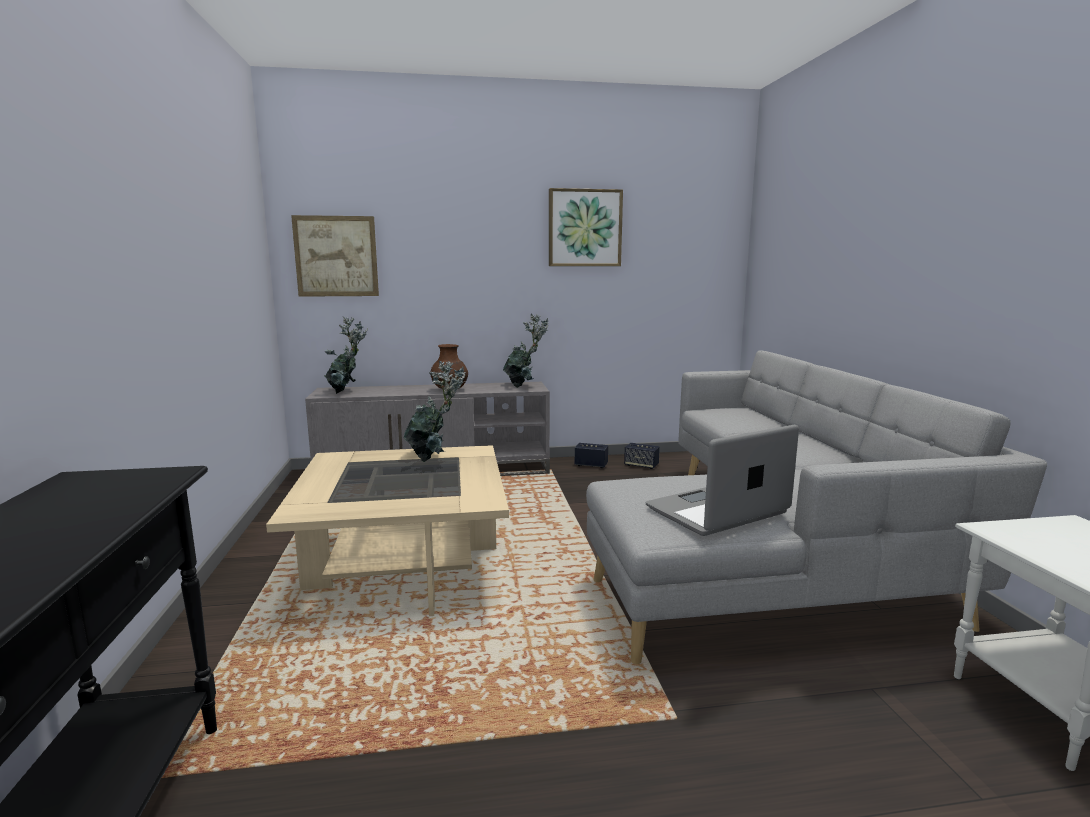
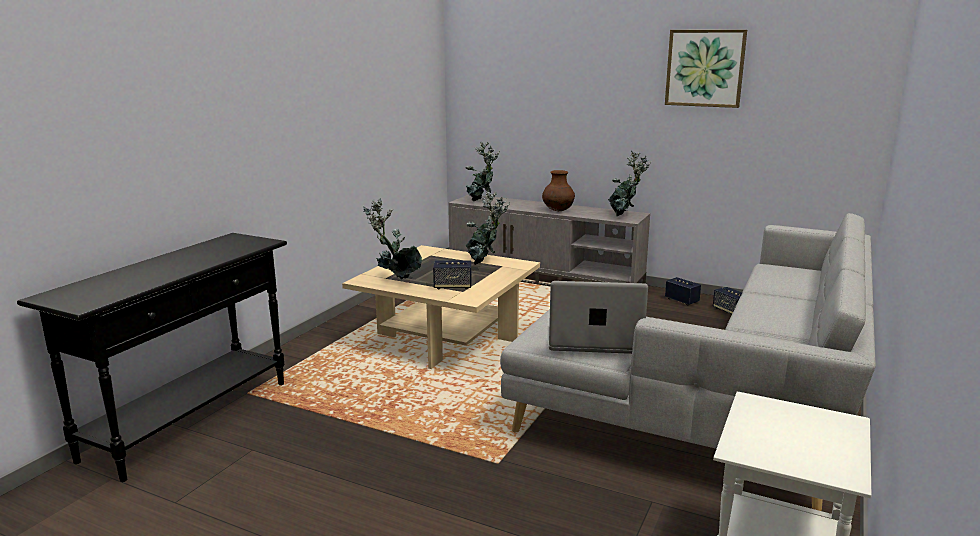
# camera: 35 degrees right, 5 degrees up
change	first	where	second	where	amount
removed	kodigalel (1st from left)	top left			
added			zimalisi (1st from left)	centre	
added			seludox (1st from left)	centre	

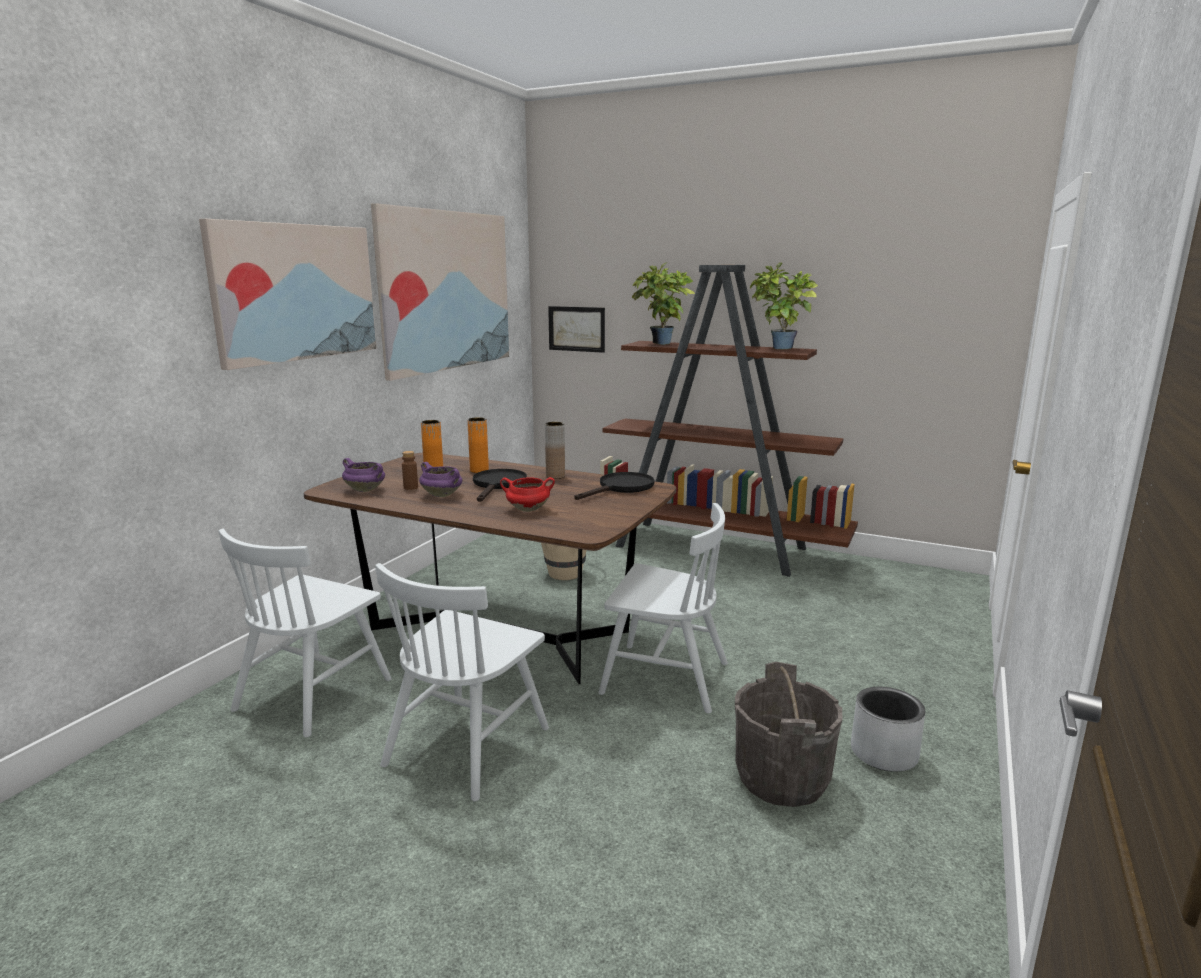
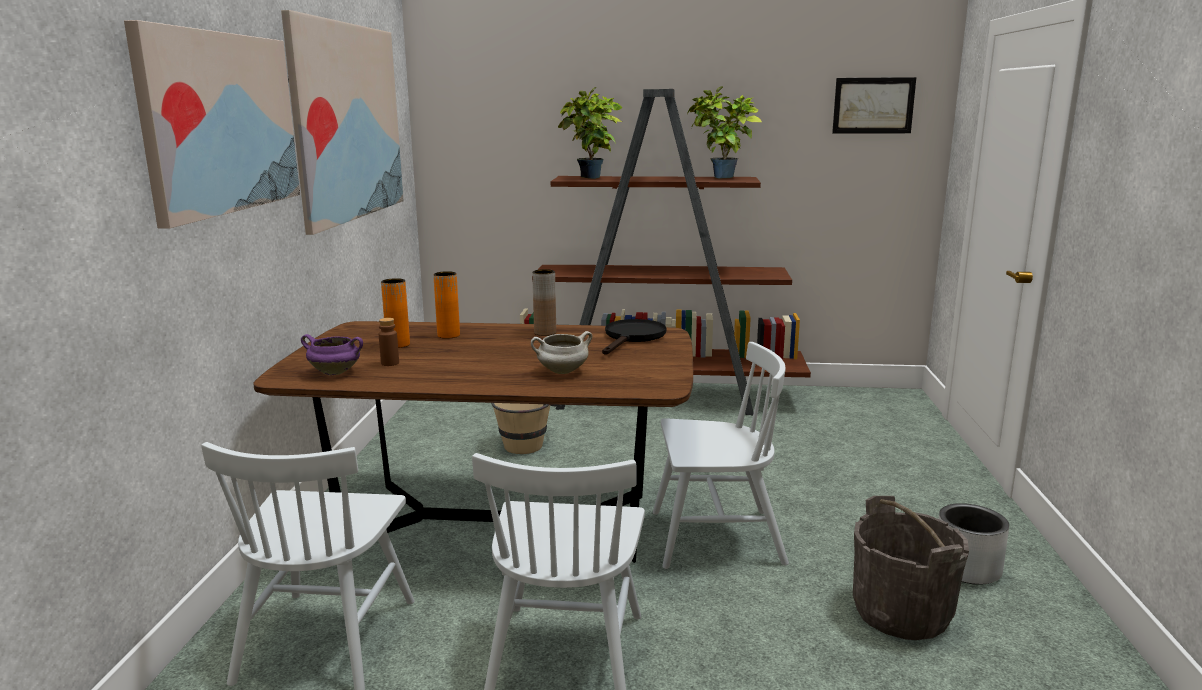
# camera: 20 degrees left, 0 degrees up
change	first	where	second	where	amount
removed	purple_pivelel (2nd from left)	centre			
removed	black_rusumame (1st from left)	centre			
moved	kodigalel (3rd from left)	centre		top right	
recoloured	red_pivelel	centre	white_pivelel	centre	

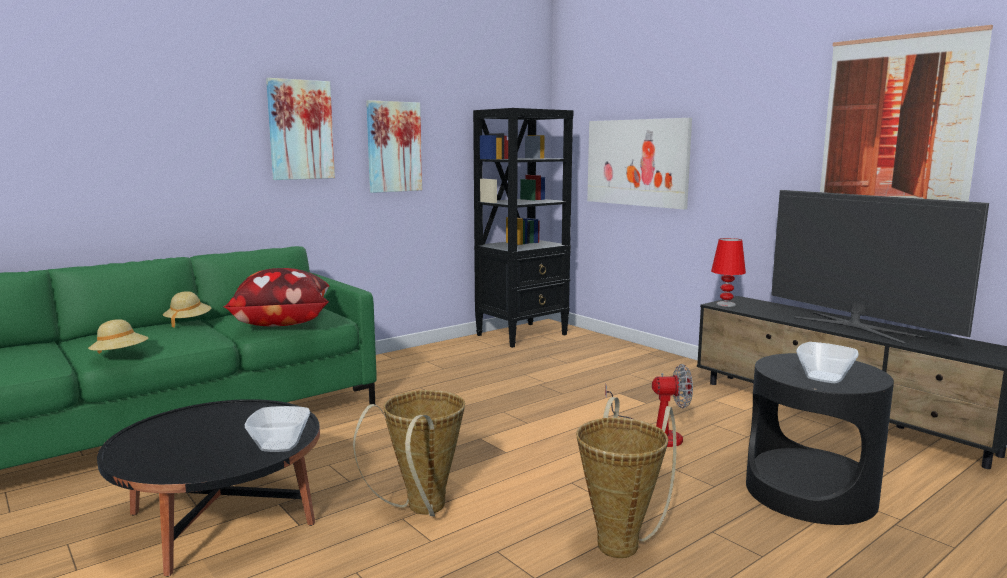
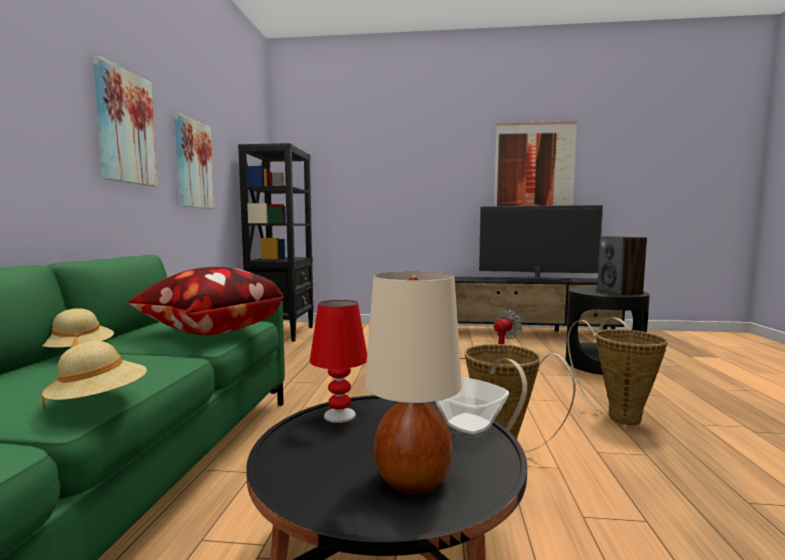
# camera: 45 degrees left, 5 degrees down
change	first	where	second	where	amount
removed	kodigalel (3rd from left)	top centre			
added			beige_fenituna	bottom centre	
moved	red_fenituna	middle right		centre	
replaced	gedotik (2nd from left)	middle right	seludox	middle right	

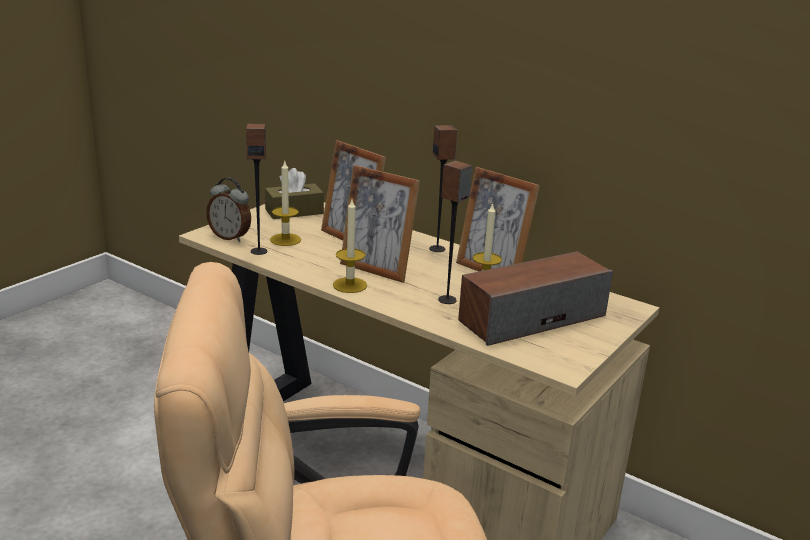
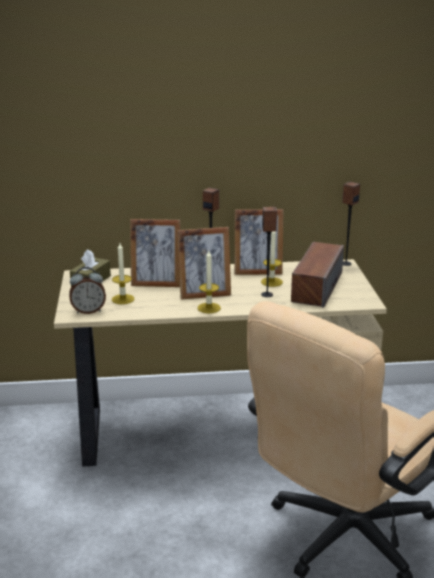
# camera: 40 degrees left, 0 degrees up
change	first	where	second	where	amount
moved	seludox (1st from left in the first image)	middle left	seludox (4th from left)	middle right	

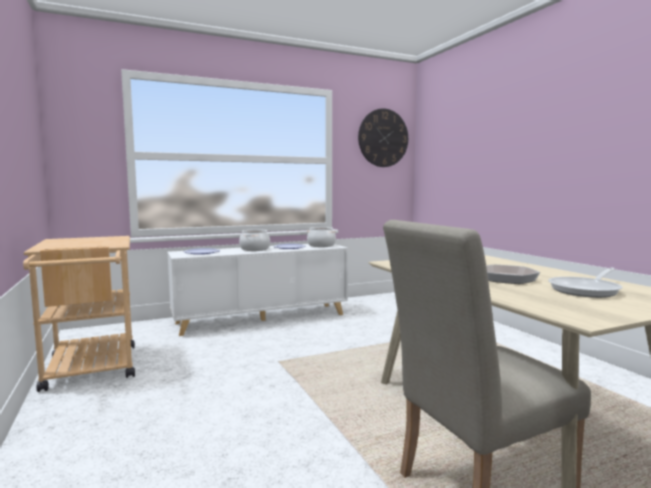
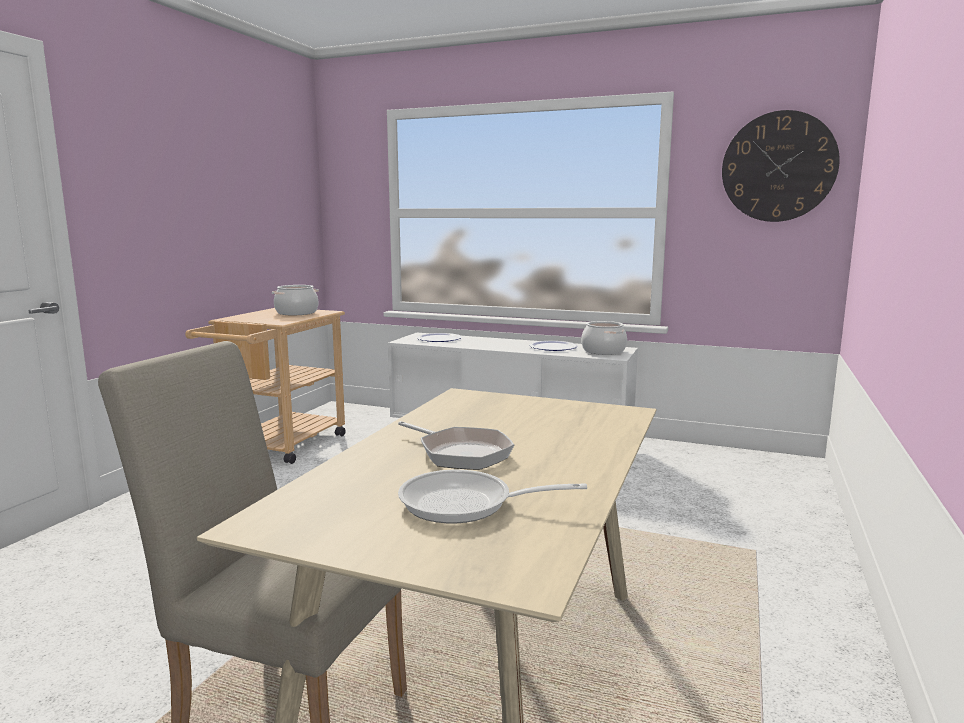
# camera: 45 degrees right, 5 degrees up
change	first	where	second	where	amount
moved	pivelel (1st from left)	centre		middle left	

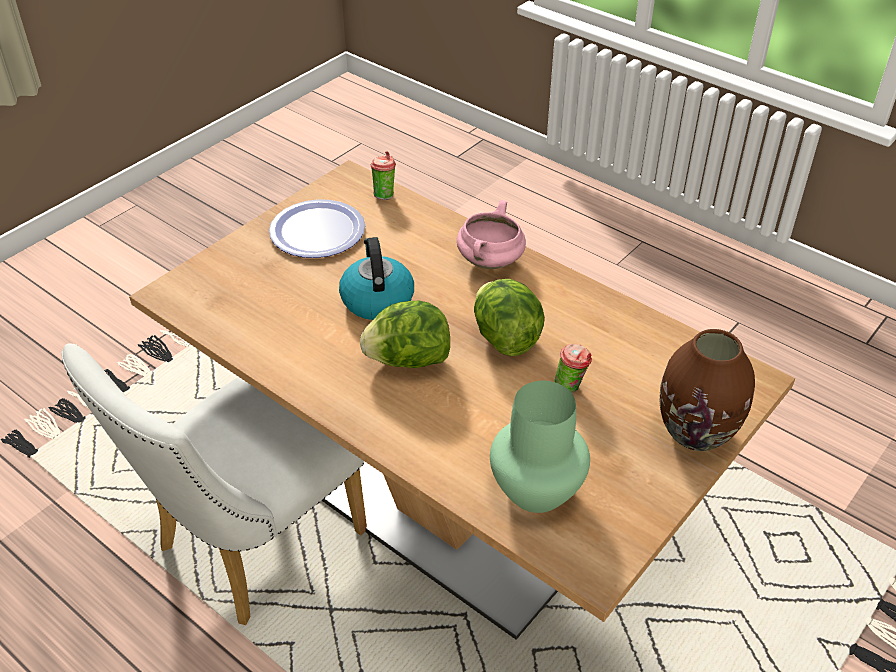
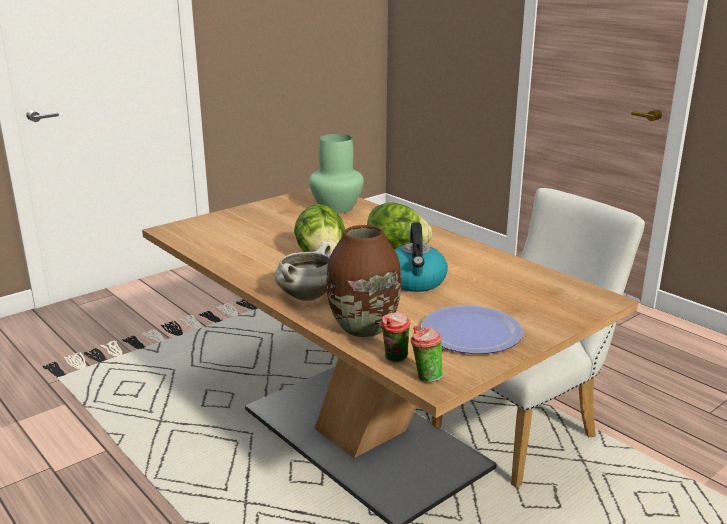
# camera: 170 degrees left, 20 degrees down
change	first	where	second	where	amount
moved	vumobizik (2nd from left)	centre		bottom centre	
moved	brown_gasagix	middle right		centre	
recoloured	pink_pivelel	centre	white_pivelel	centre	

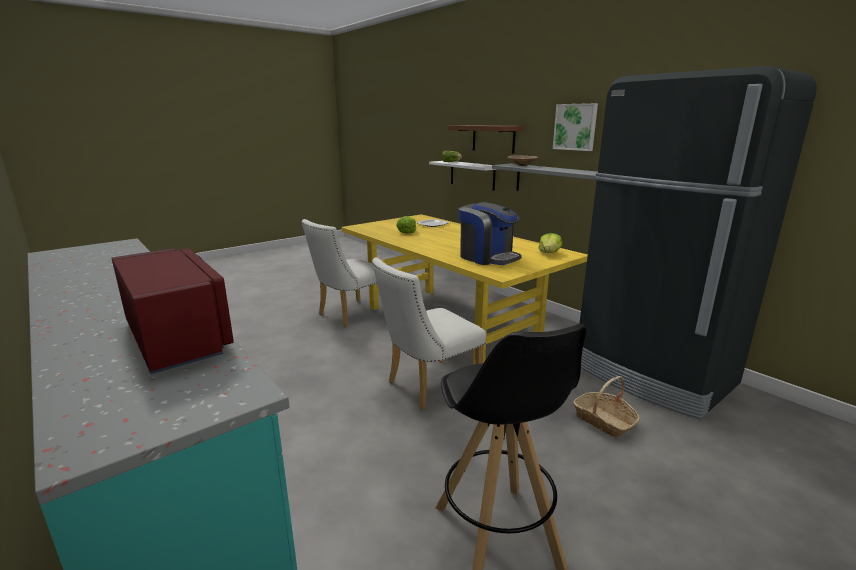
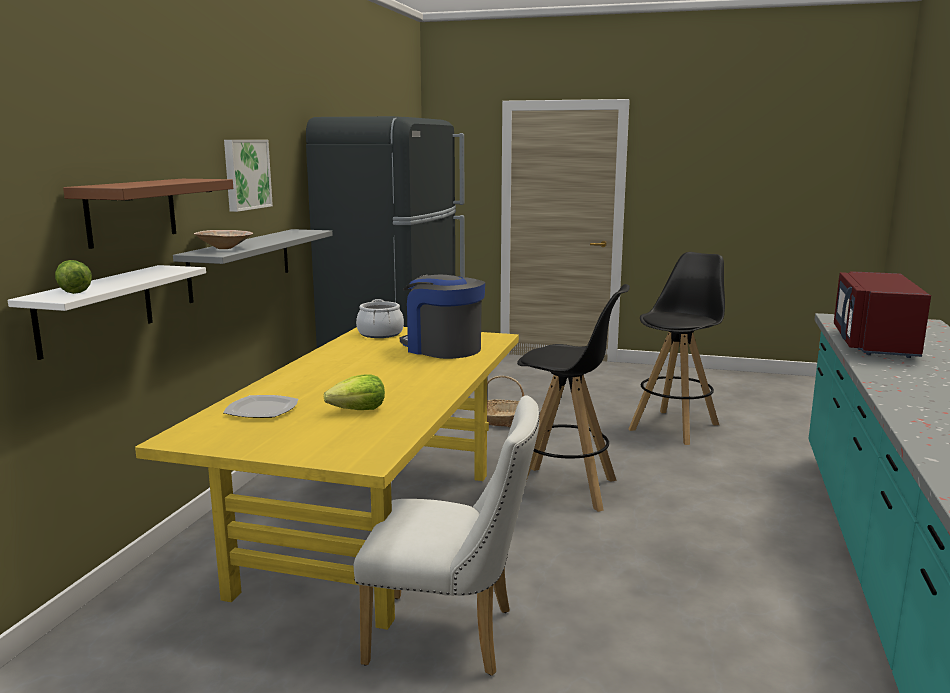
# camera: 125 degrees left, 5 degrees down
change	first	where	second	where	amount
replaced	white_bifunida (2nd from left)	centre	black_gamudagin (1st from left)	centre	
replaced	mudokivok (3rd from left)	centre	pivelel	centre	
turned	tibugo	centre		centre	60 degrees counterclockwise

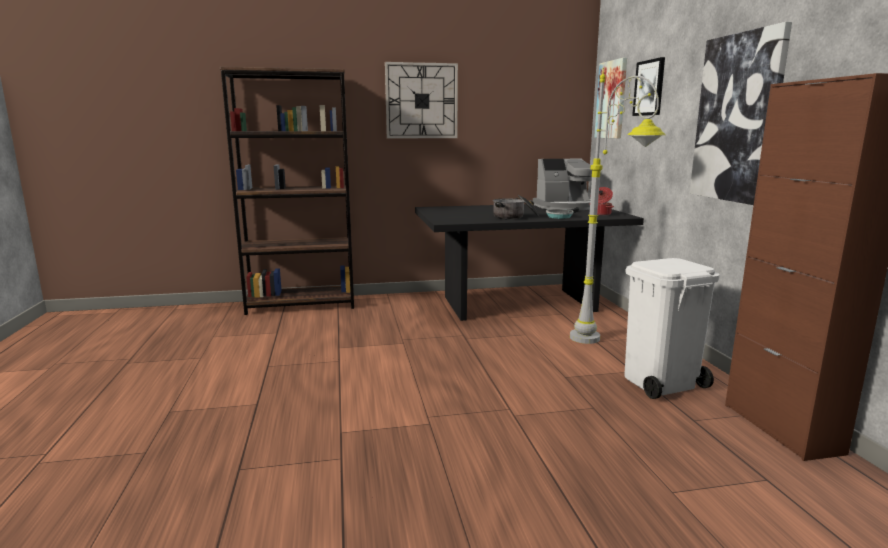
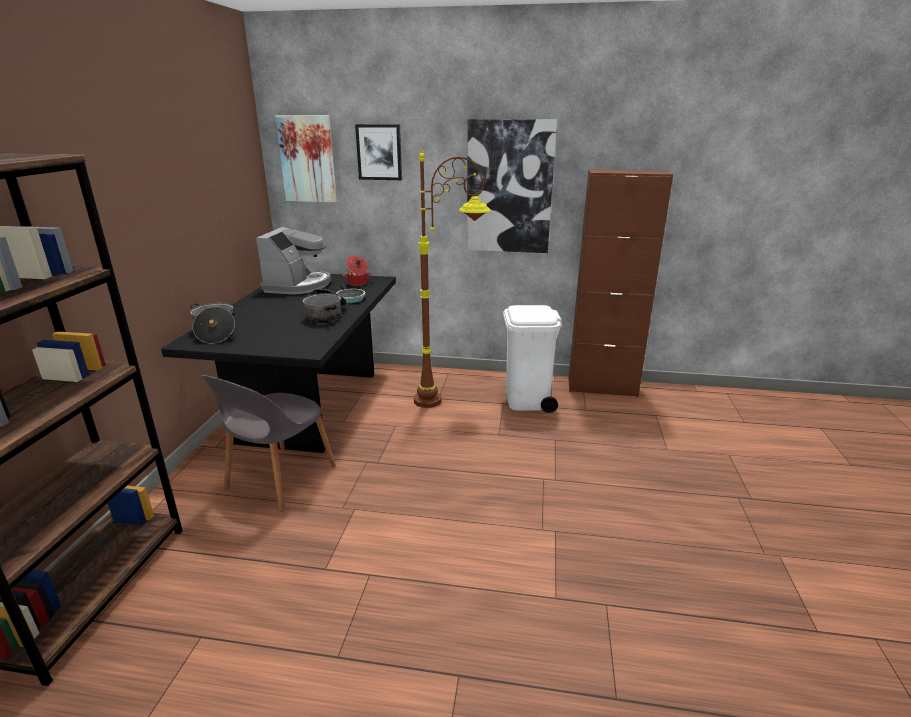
# camera: 70 degrees left, 10 degrees up
change	first	where	second	where	amount
removed	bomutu	top centre			
added			pivelel (1st from left)	middle left	
added			grey_bifunida	middle left	
recoloured	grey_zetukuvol	middle right	brown_zetukuvol	centre	

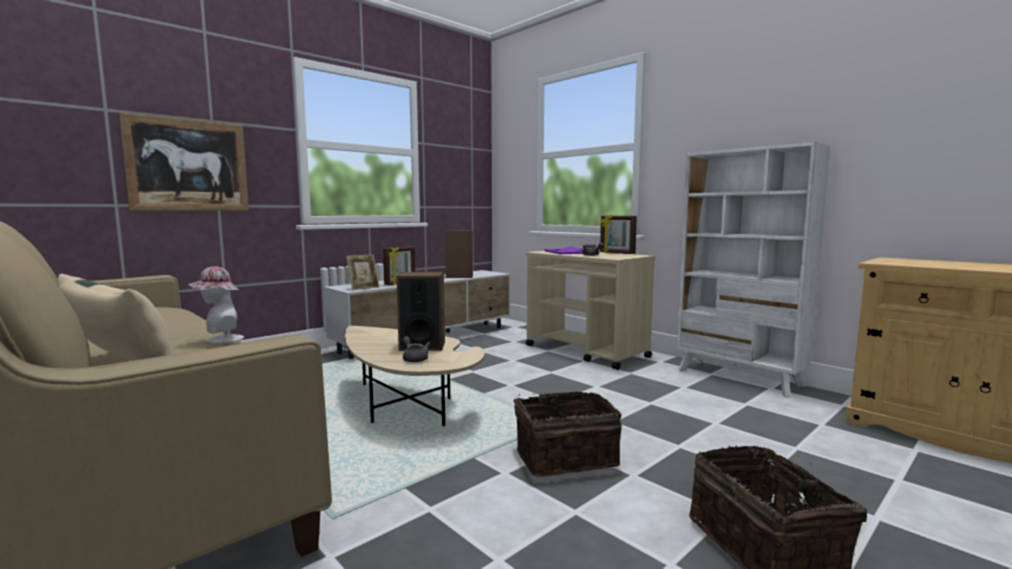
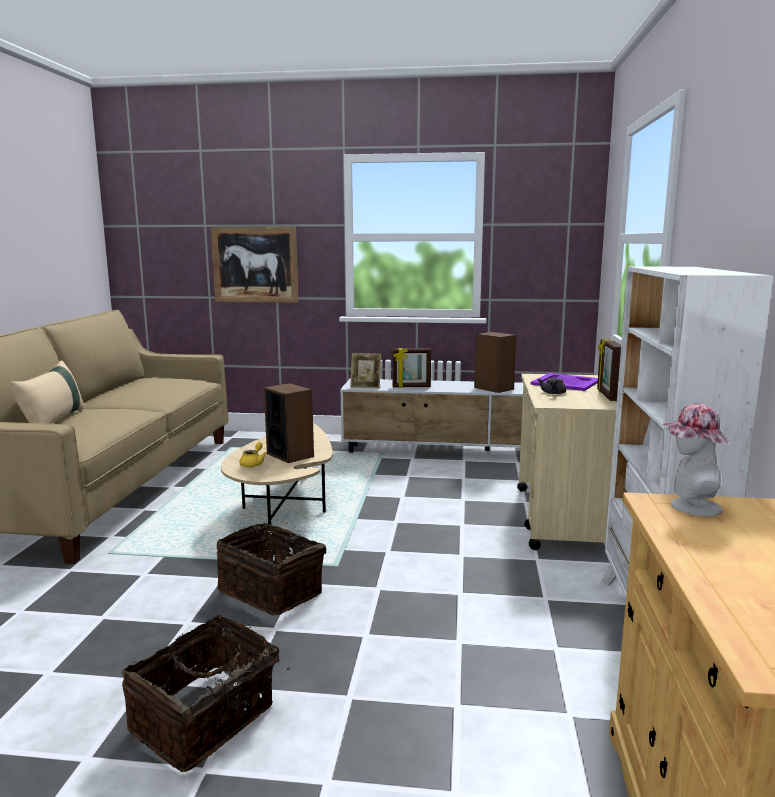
# camera: 50 degrees right, 5 degrees up
change	first	where	second	where	amount
moved	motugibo	middle left		middle right	
recoloured	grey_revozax (1st from left)	centre	yellow_revozax	middle left	

